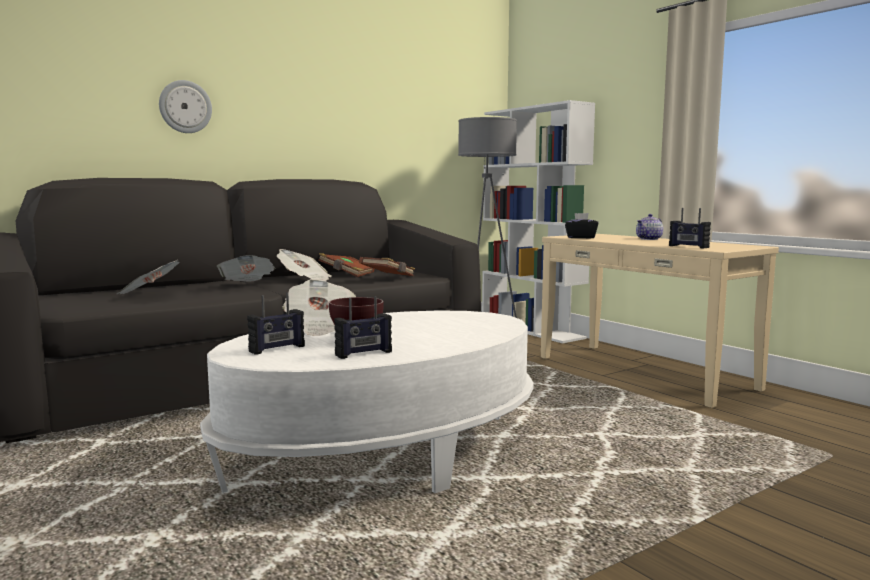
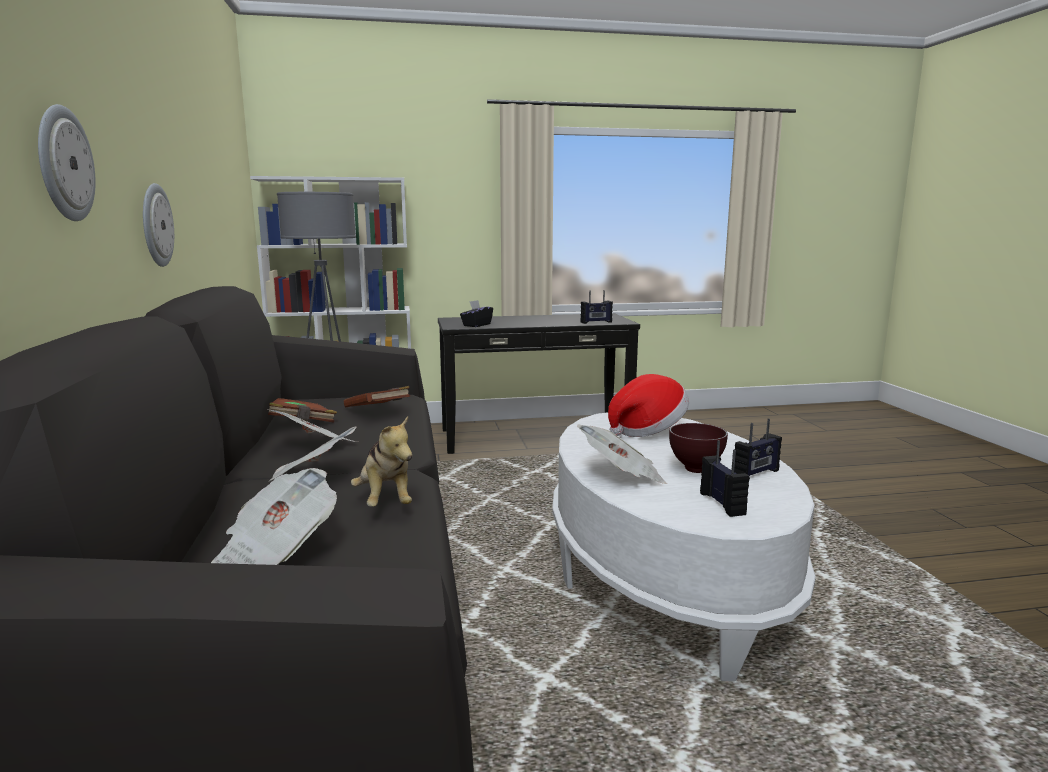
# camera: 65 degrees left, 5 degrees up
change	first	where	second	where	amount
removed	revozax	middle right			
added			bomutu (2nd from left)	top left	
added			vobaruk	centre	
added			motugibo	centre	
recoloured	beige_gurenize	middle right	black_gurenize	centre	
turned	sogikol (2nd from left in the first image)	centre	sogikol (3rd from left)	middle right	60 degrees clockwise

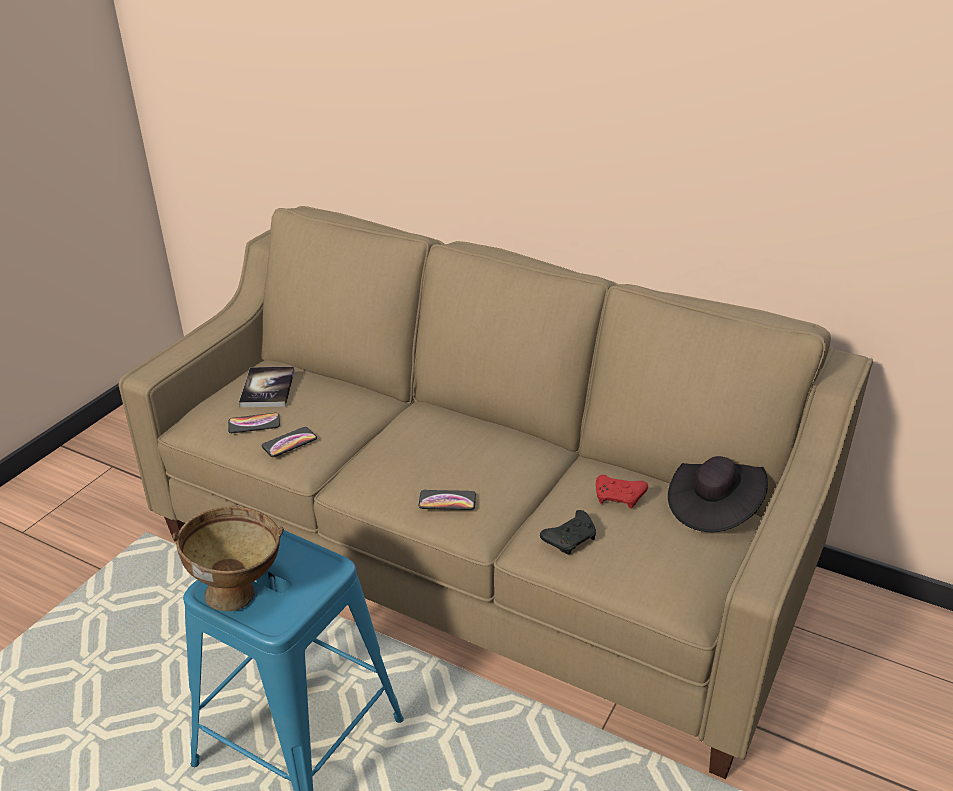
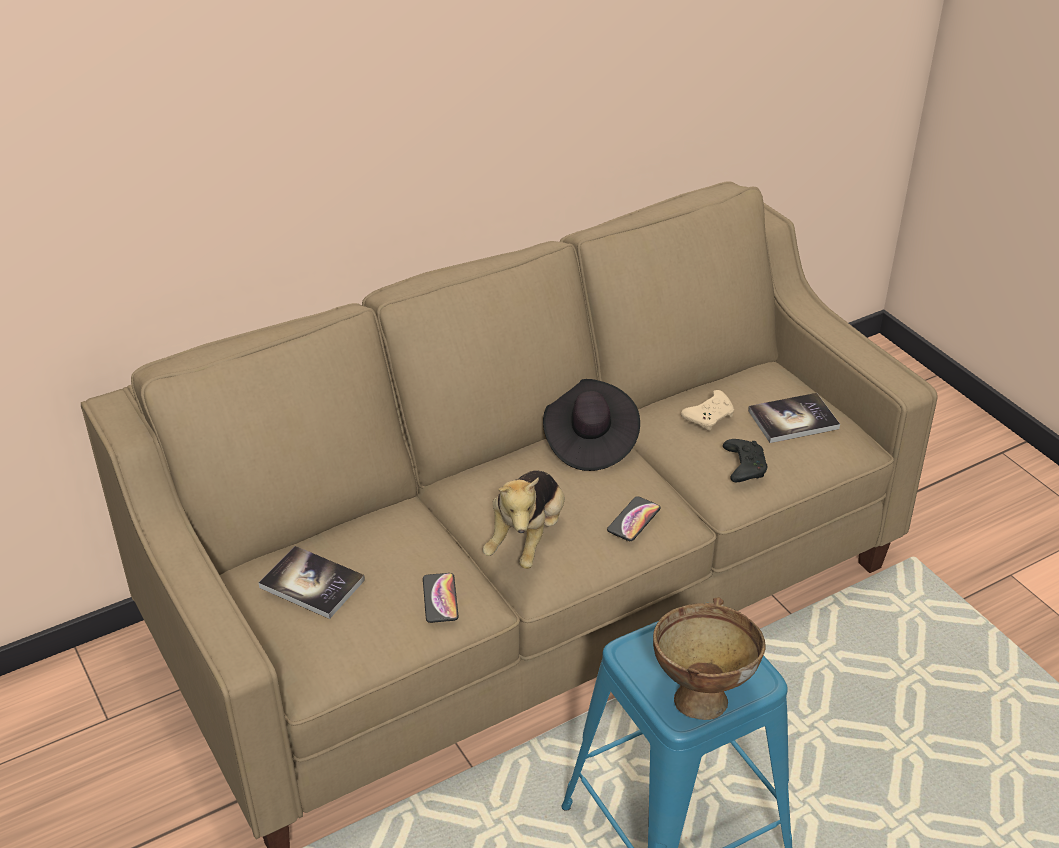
# camera: 60 degrees left, 5 degrees up
change	first	where	second	where	amount
removed	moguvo (1st from left)	middle left			
added			vobaruk	centre	
added			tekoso (2nd from left)	middle right	
moved	black_motugibo	middle right		centre	
recoloured	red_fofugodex	centre	beige_fofugodex	middle right	

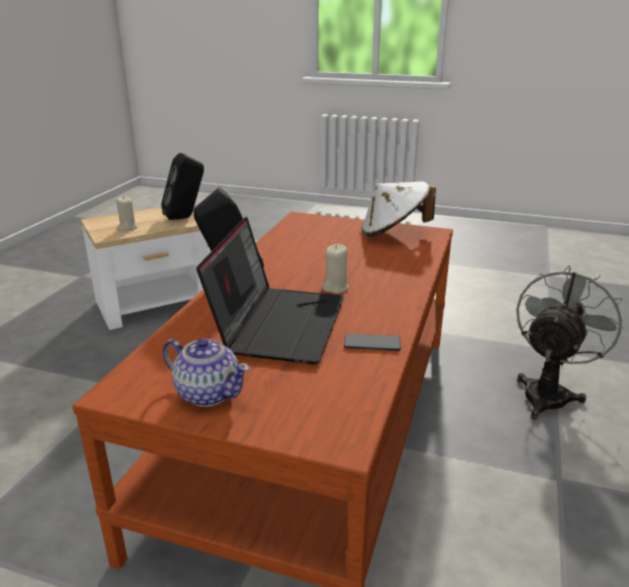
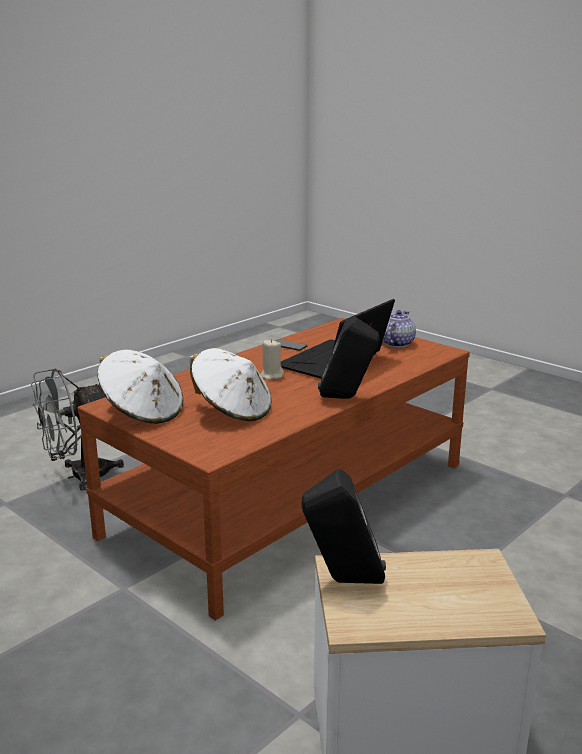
# camera: 155 degrees left, 5 degrees down
change	first	where	second	where	amount
removed	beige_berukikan (1st from left)	middle left			
added			white_motugibo (2nd from left)	centre	
turned	revozax	middle left		middle right	60 degrees clockwise

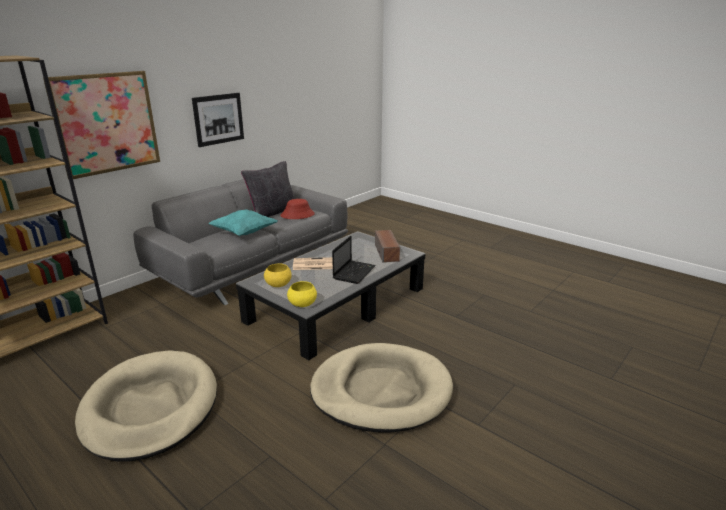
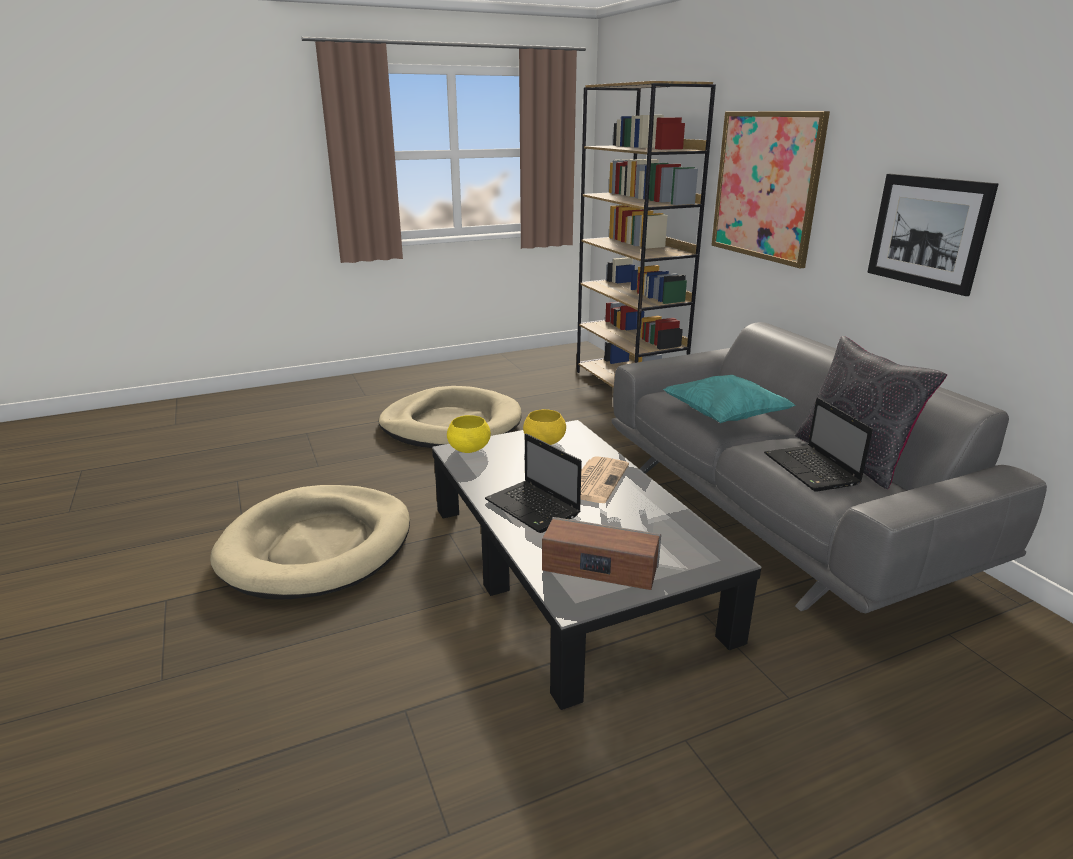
# camera: 115 degrees right, 0 degrees up
change	first	where	second	where	amount
replaced	red_motugibo	centre	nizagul (2nd from left)	middle right	

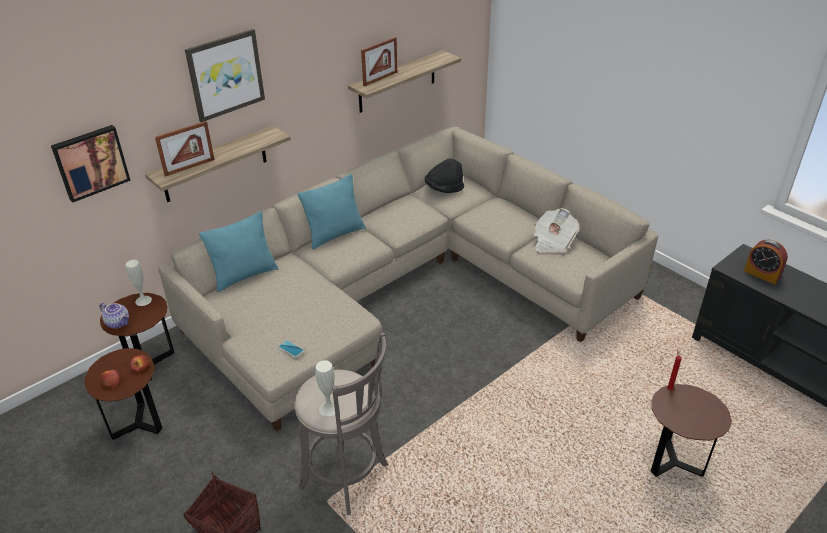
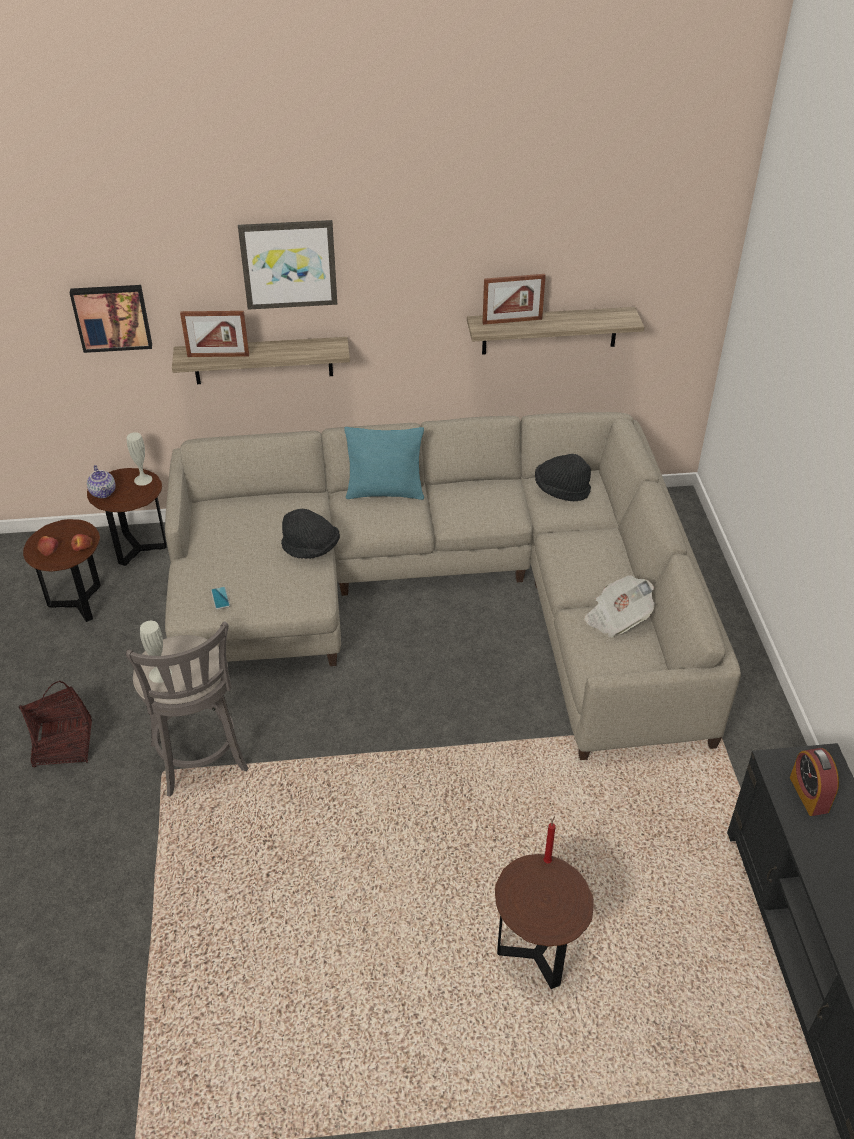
# camera: 35 degrees right, 5 degrees up
change	first	where	second	where	amount
removed	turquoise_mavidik (1st from left)	middle left			
added			black_motugibo (1st from left)	centre	

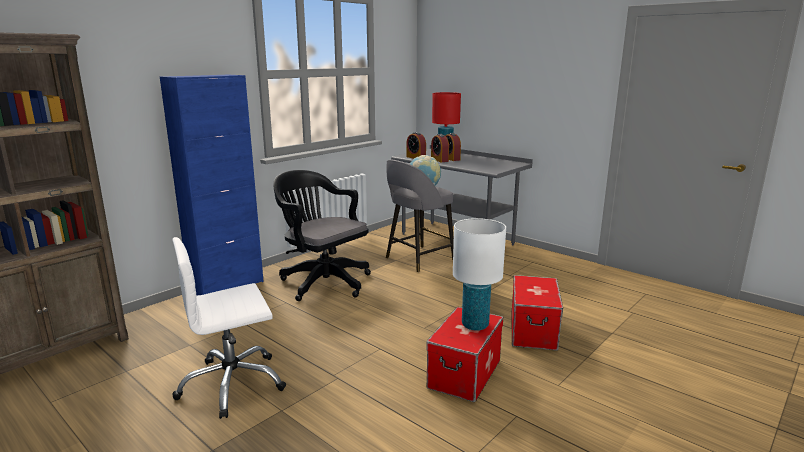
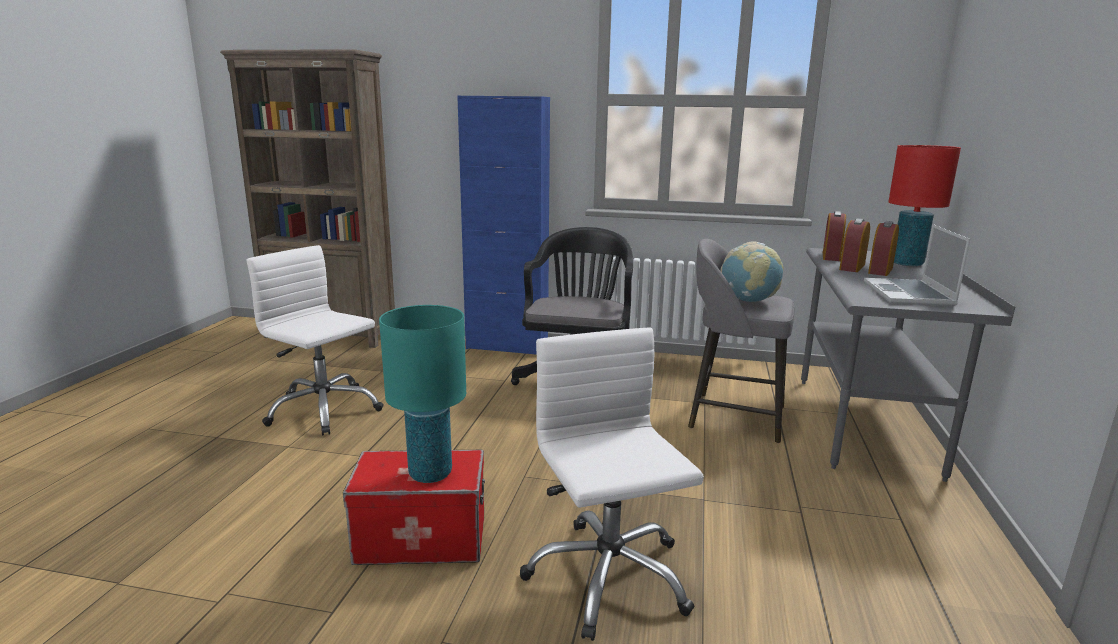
# camera: 60 degrees right, 0 degrees up
change	first	where	second	where	amount
added			nizagul	middle right	
replaced	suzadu (2nd from left)	bottom right	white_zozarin (2nd from left)	bottom centre	
recoloured	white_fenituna	centre	turquoise_fenituna	centre	

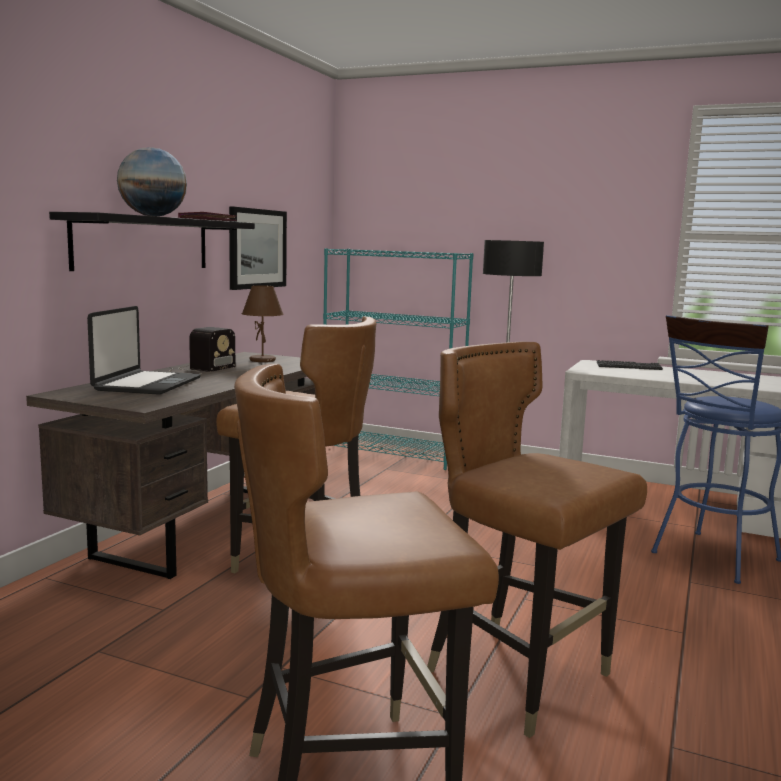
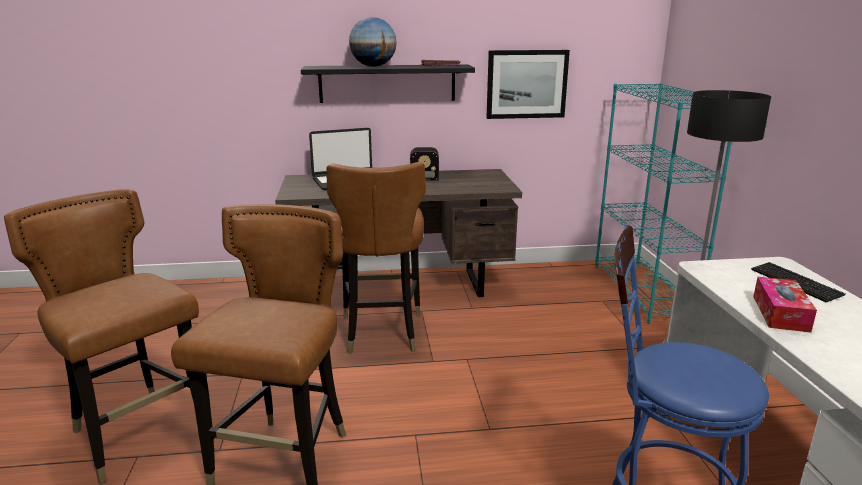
# camera: 60 degrees right, 10 degrees up
change	first	where	second	where	amount
removed	brown_fenituna	centre			
added			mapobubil	middle right	

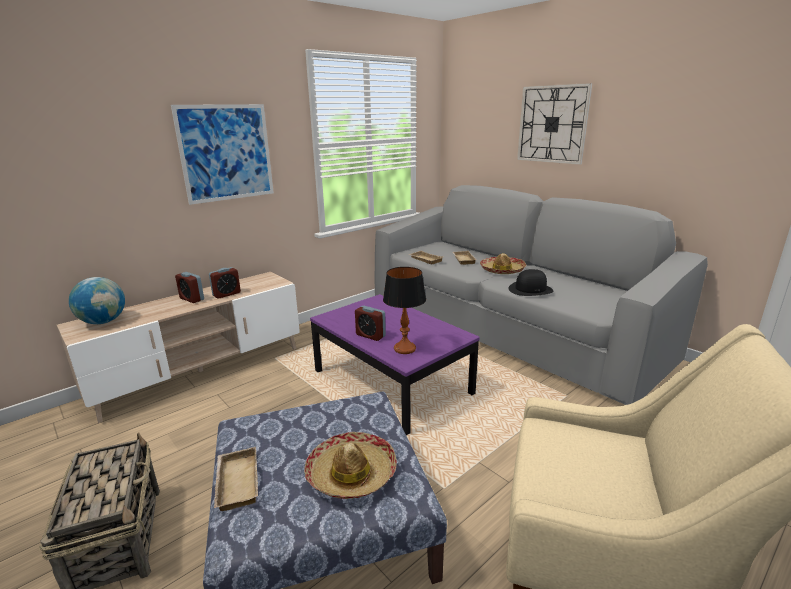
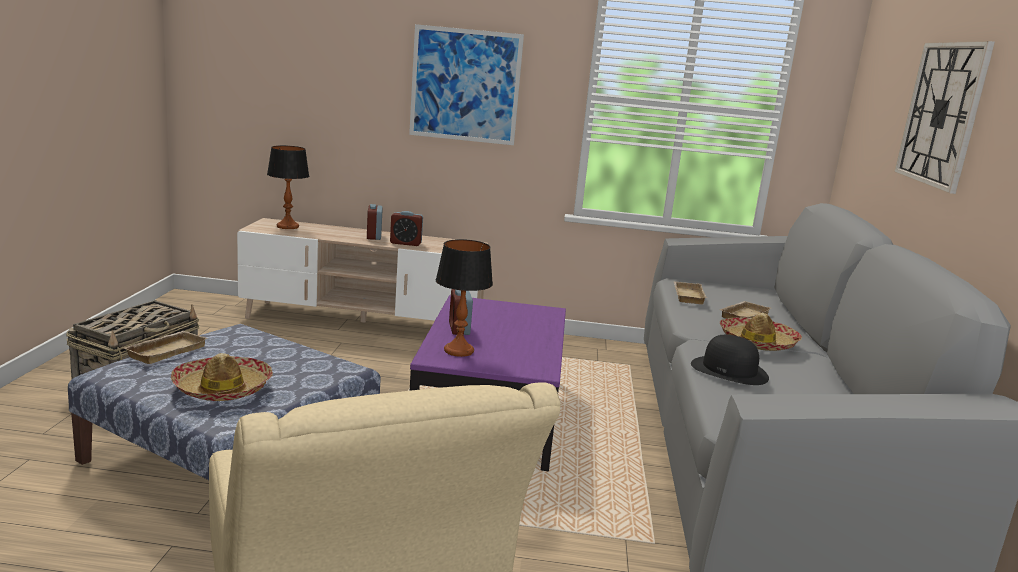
# camera: 45 degrees right, 5 degrees down
change	first	where	second	where	amount
replaced	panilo	middle left	fenituna (1st from left)	top left	

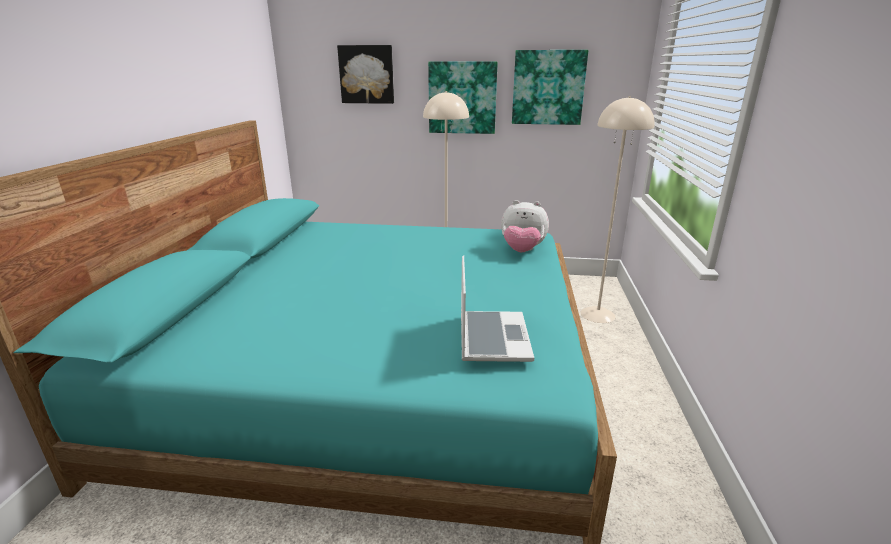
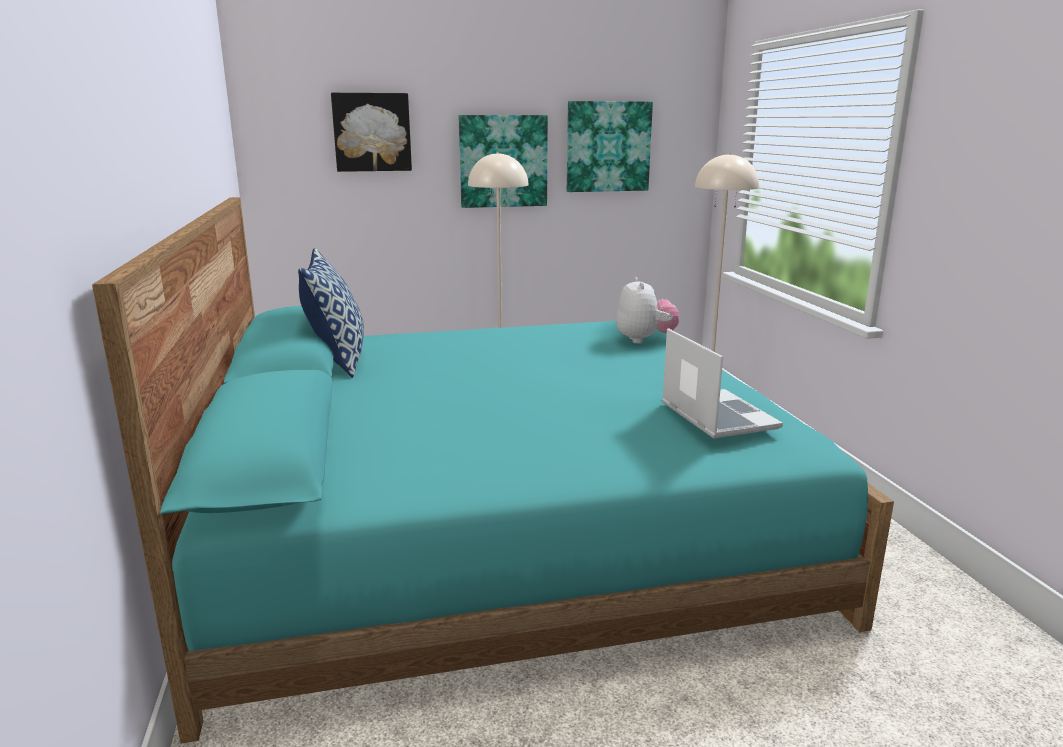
# camera: 20 degrees left, 5 degrees down
change	first	where	second	where	amount
added			mavidik	middle left	
turned	vobaruk	centre		centre	90 degrees counterclockwise

